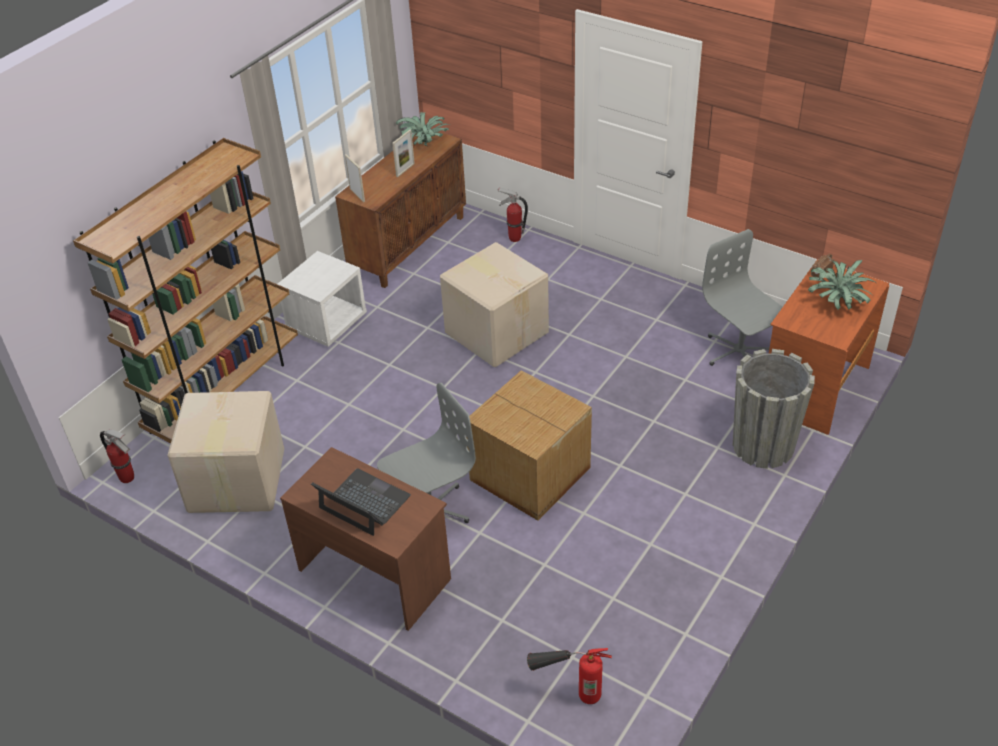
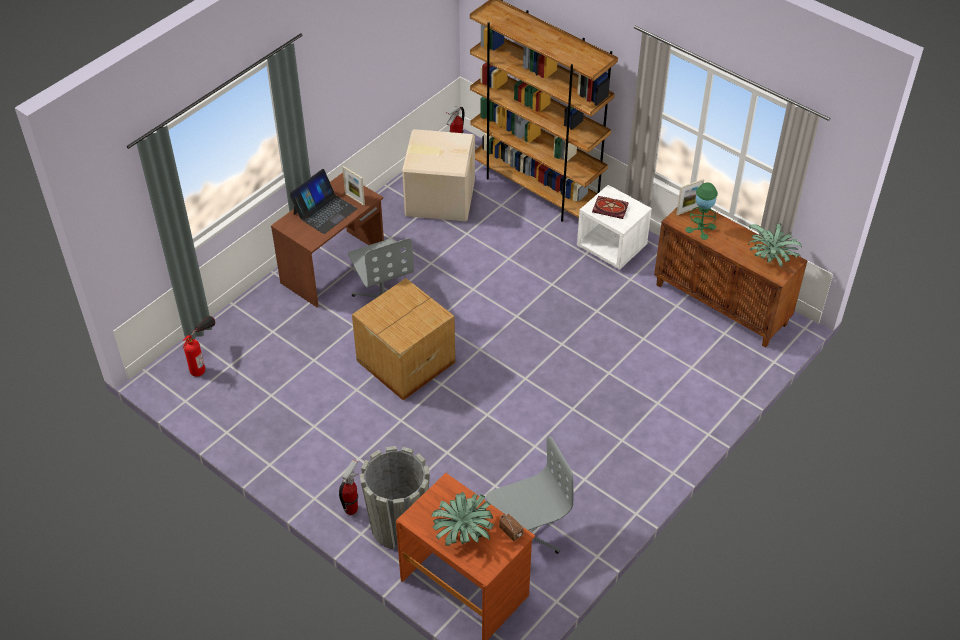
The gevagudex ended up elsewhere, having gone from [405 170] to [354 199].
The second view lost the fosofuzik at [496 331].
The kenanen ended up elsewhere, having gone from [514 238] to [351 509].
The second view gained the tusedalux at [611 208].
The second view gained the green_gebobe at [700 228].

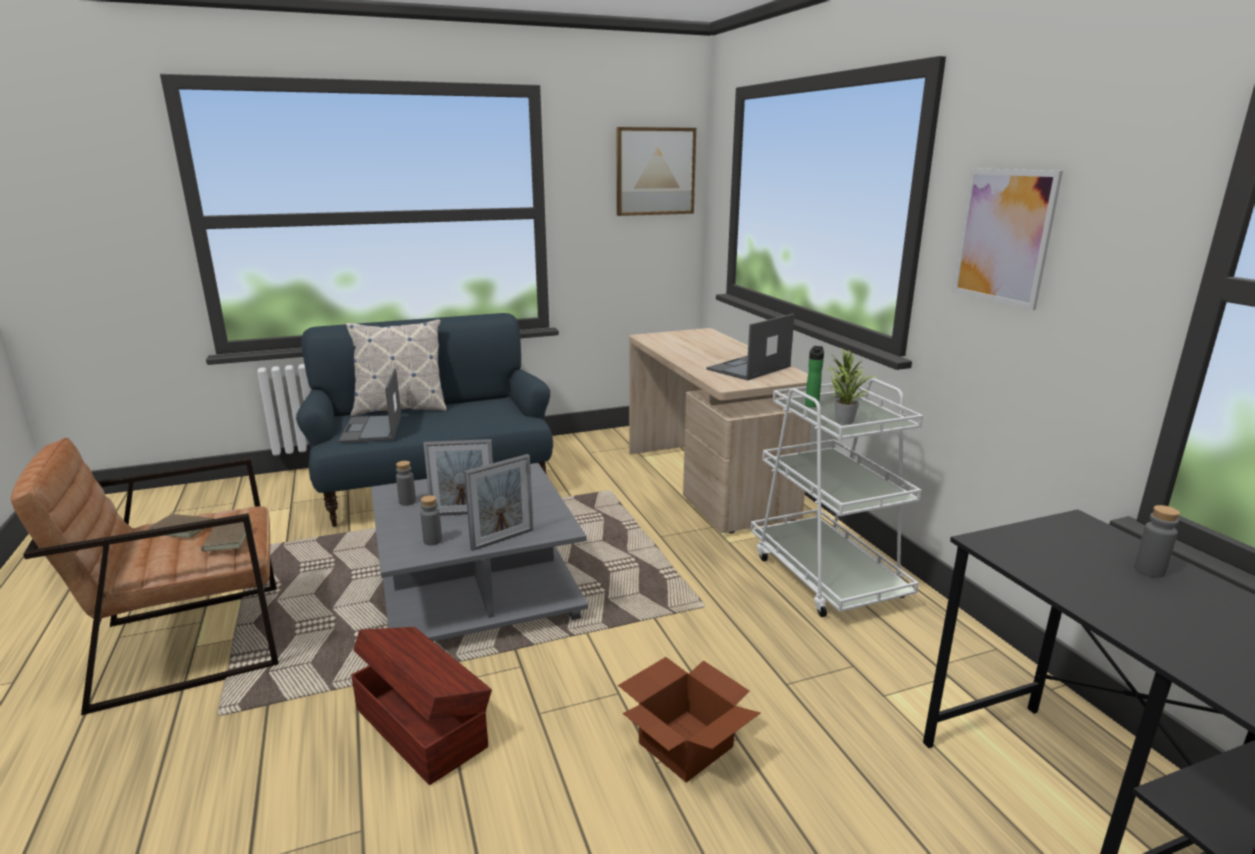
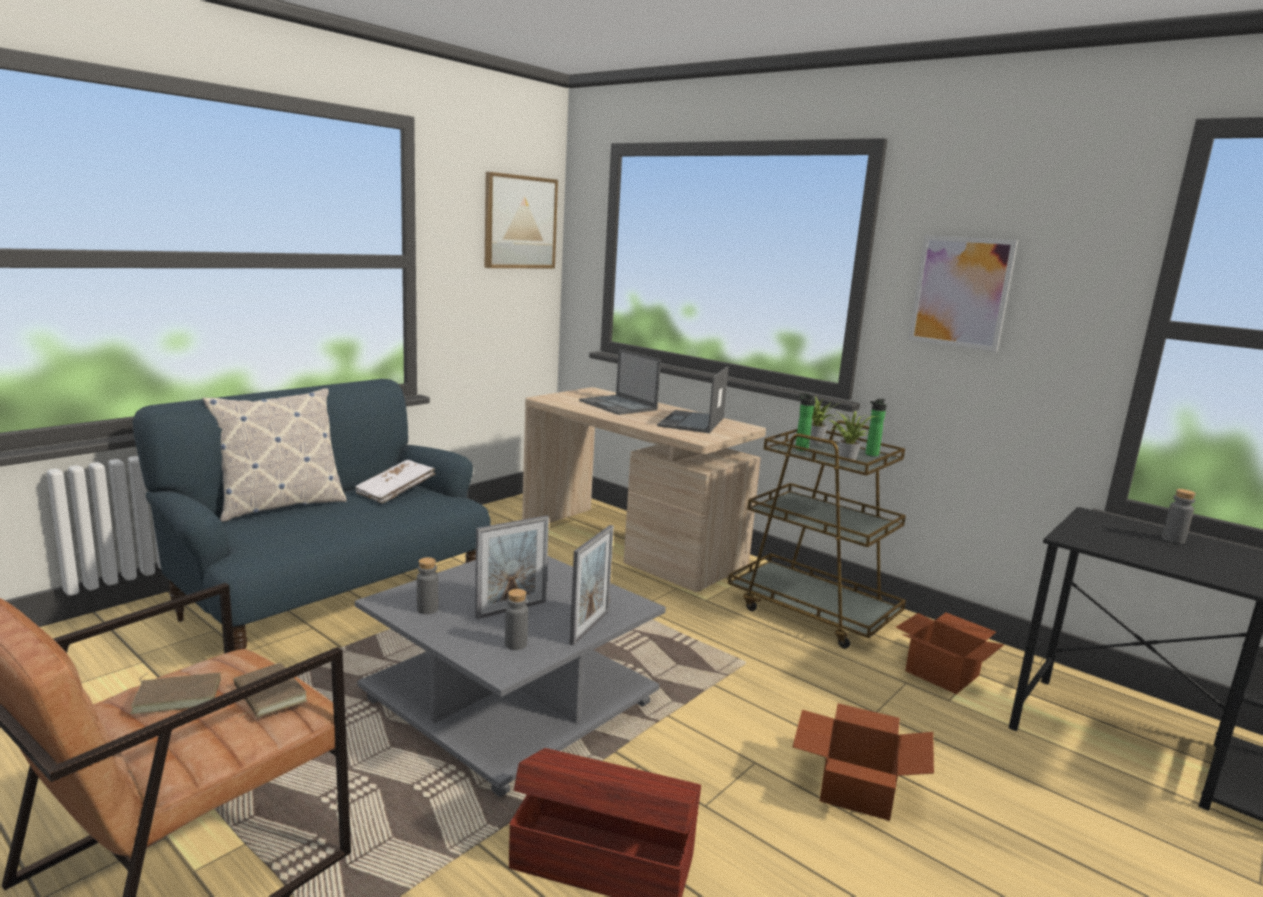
The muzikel ended up elsewhere, having gone from [372 429] to [618 405].
What was the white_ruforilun at [826 575] turned into the brown_ruforilun at [812 612].
The second view gained the white_tusedalux at [395 493].
The second view gained the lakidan at [870 455].
The second view gained the fosofuzik at [944 673].

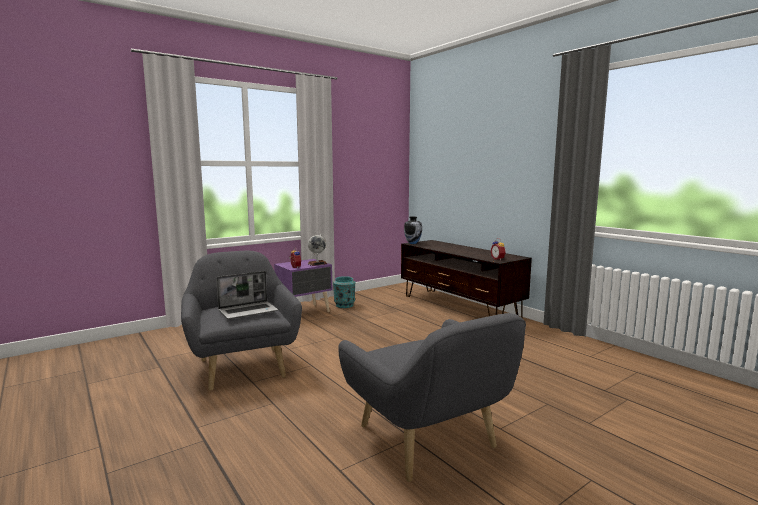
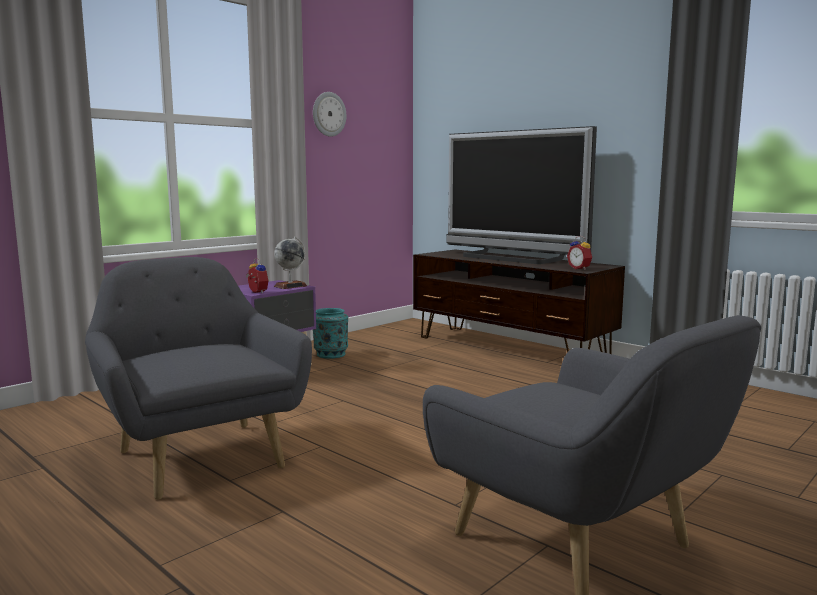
The second view lost the muzikel at [248 311].
The second view lost the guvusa at [413 243].
The second view gained the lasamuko at [328 114].
The second view gained the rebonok at [510 258].

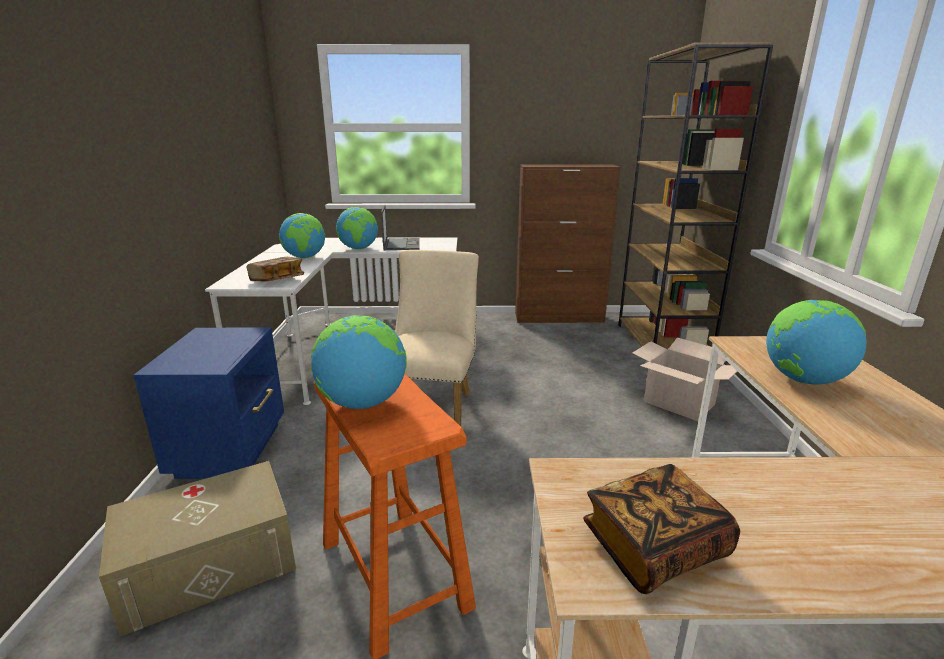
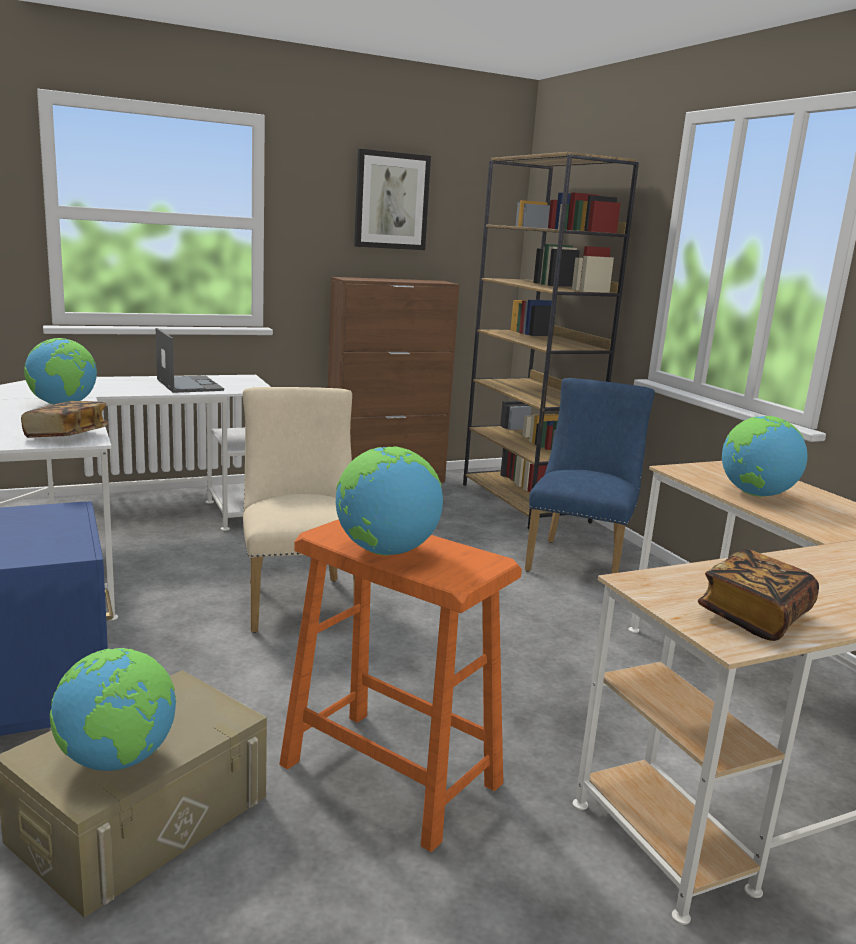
The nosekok ended up elsewhere, having gone from [359 249] to [118 760].
Where the fosofuzik stood at [679 403], the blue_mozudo came to stand at [579 560].
The second view gained the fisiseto at [391 201].

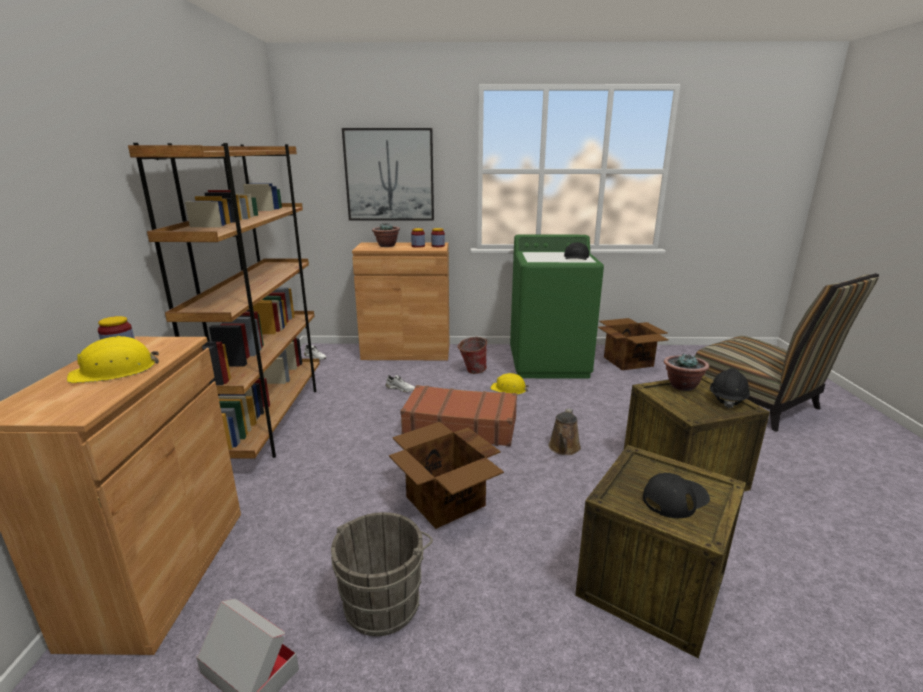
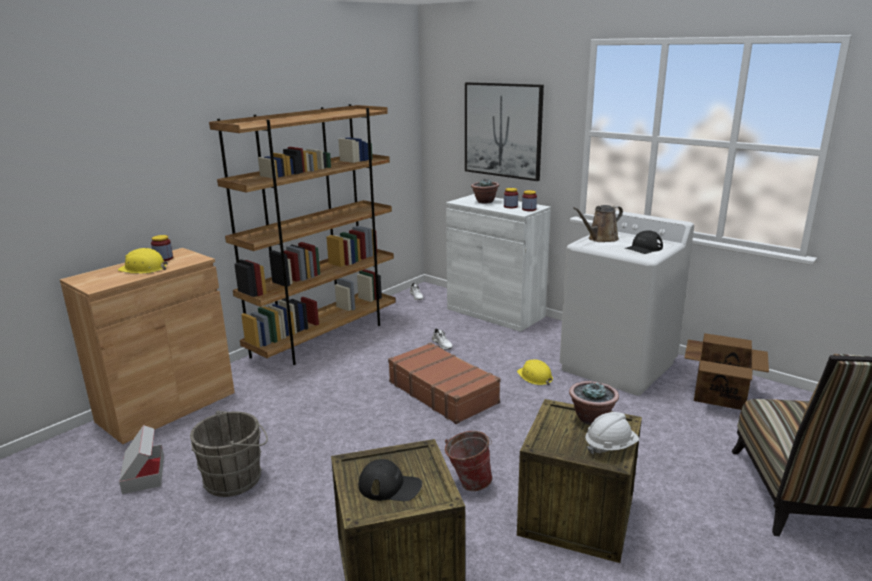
What was the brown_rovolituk at [406 352] turned into the white_rovolituk at [495 313].
The second view lost the fosofuzik at [445 502].
The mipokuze ended up elsewhere, having gone from [472 371] to [468 482].
What was the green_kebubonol at [549 363] turned into the white_kebubonol at [618 366].
The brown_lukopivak ended up elsewhere, having gone from [564 448] to [600 239].
What was the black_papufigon at [727 399] turned into the white_papufigon at [610 446].

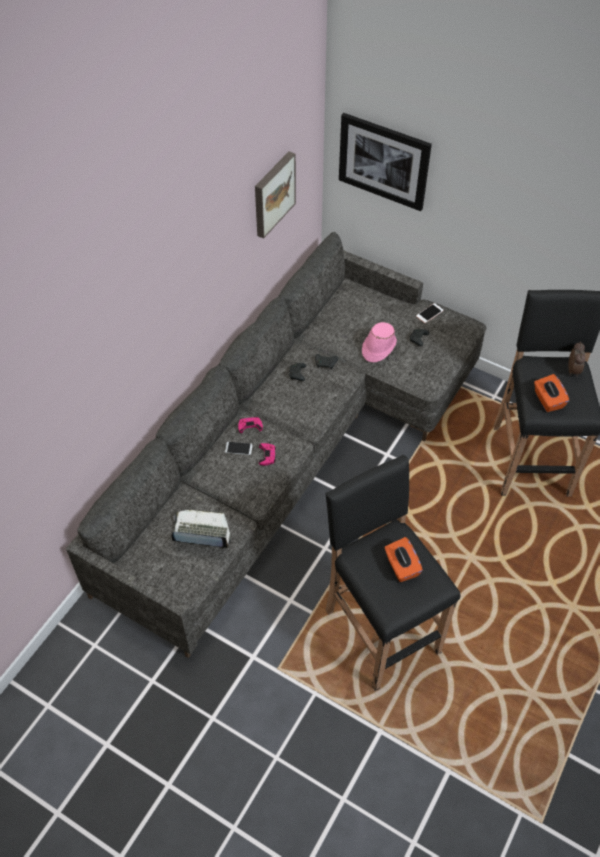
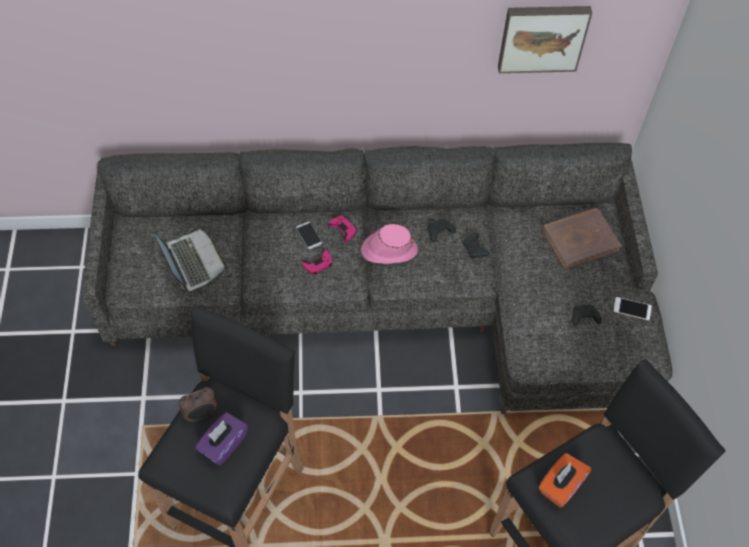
The second view lost the fisiseto at [384 161].
The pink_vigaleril ended up elsewhere, having gone from [378 347] to [388 250].
What was the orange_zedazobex at [401 566] turned into the purple_zedazobex at [223 444].
The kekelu ended up elsewhere, having gone from [573 370] to [201 414].
The second view gained the brown_tusedalux at [579 240].

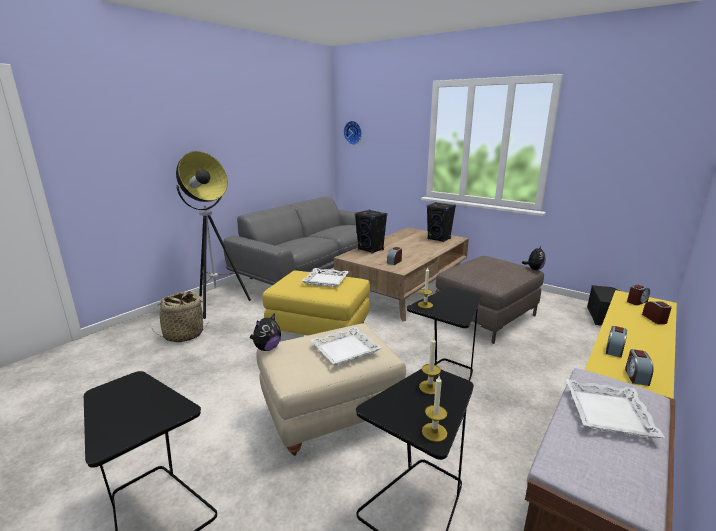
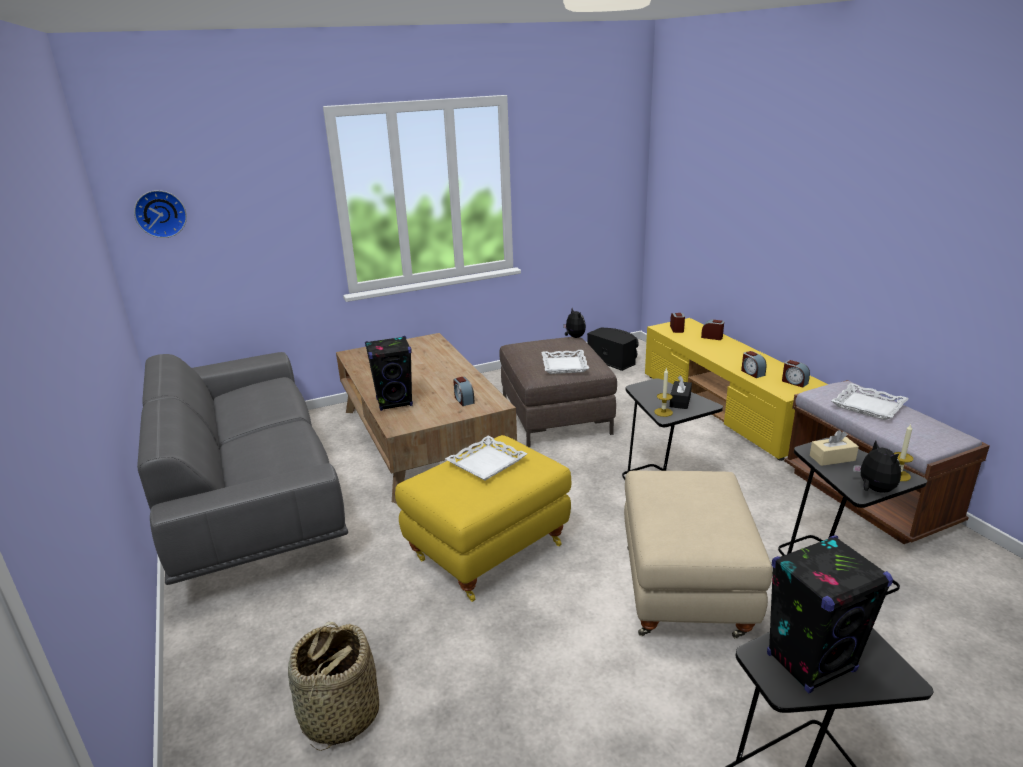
The second view lost the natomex at [217 304].
The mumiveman ended up elsewhere, having gone from [267 348] to [874 490].
The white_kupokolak ended up elsewhere, having gone from [345 350] to [565 365].
Where the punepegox stood at [429 387], the beige_zedazobex came to stand at [832 458].
The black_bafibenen ended up elsewhere, having gone from [439 239] to [811 662].
The second view gained the black_zedazobex at [680 401].

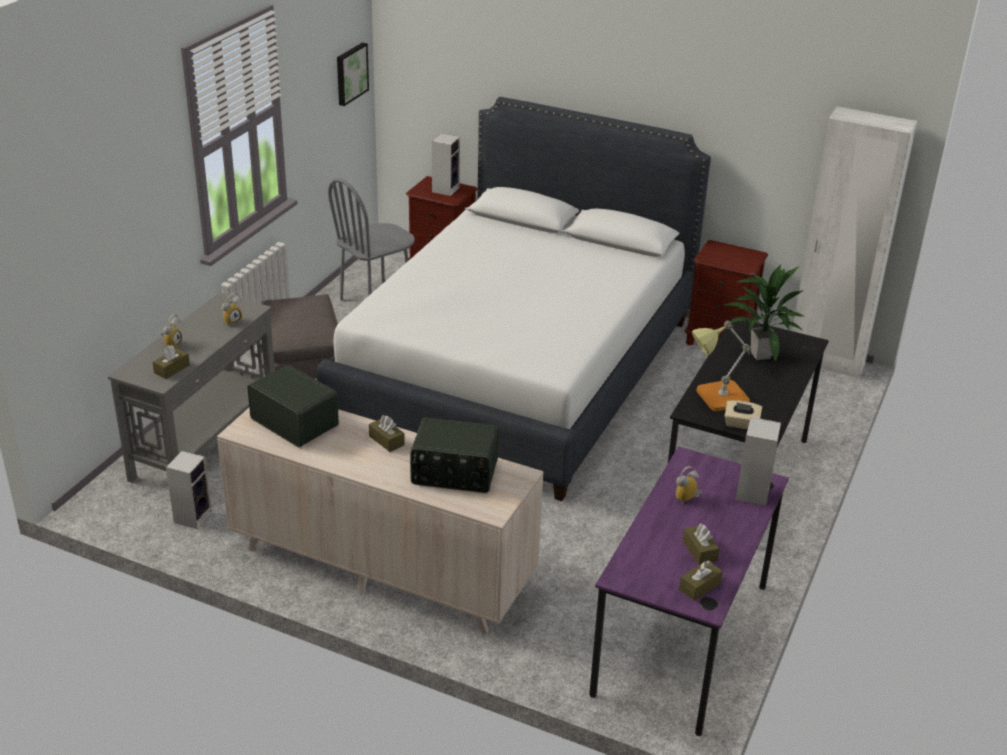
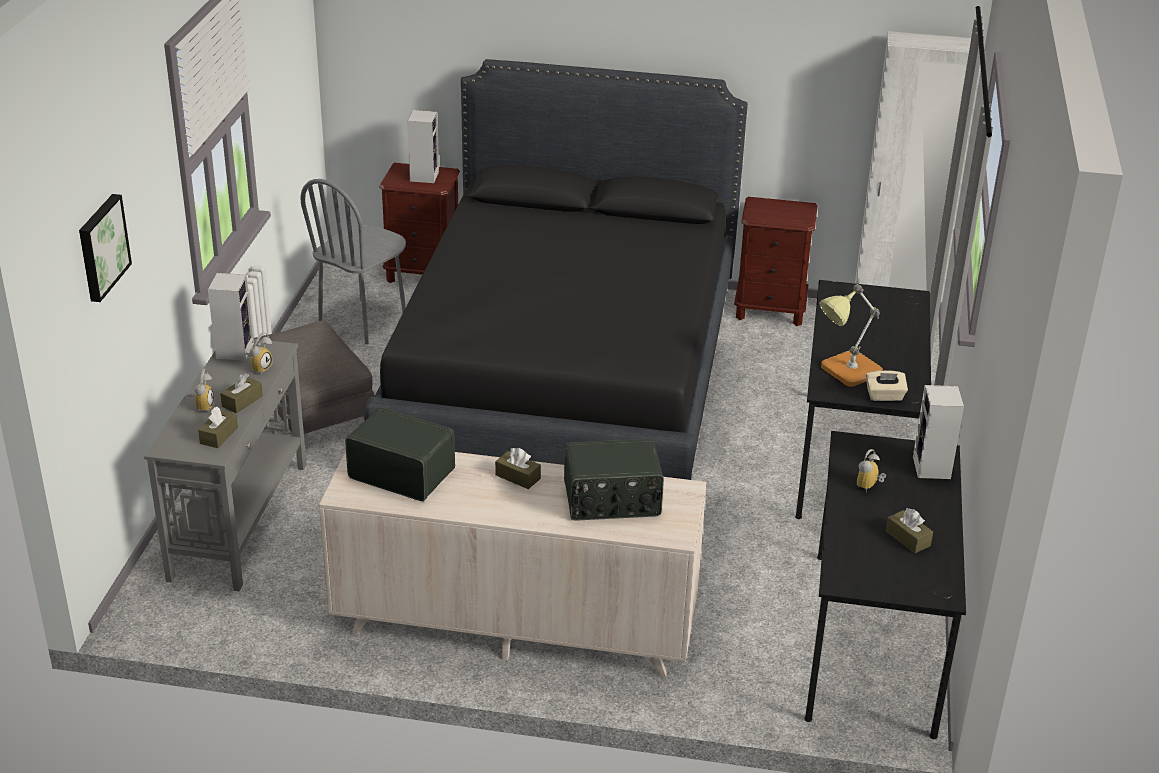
The bafibenen ended up elsewhere, having gone from [193 516] to [234 350].
What was the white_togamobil at [518 371] turned into the black_togamobil at [566 378].
The fisiseto ended up elsewhere, having gone from [350 73] to [101 247].
What was the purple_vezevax at [681 638] turned into the black_vezevax at [873 641].
The brown_zedazobex ended up elsewhere, having gone from [699 586] to [242 401].
The second view lost the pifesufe at [759 355].

